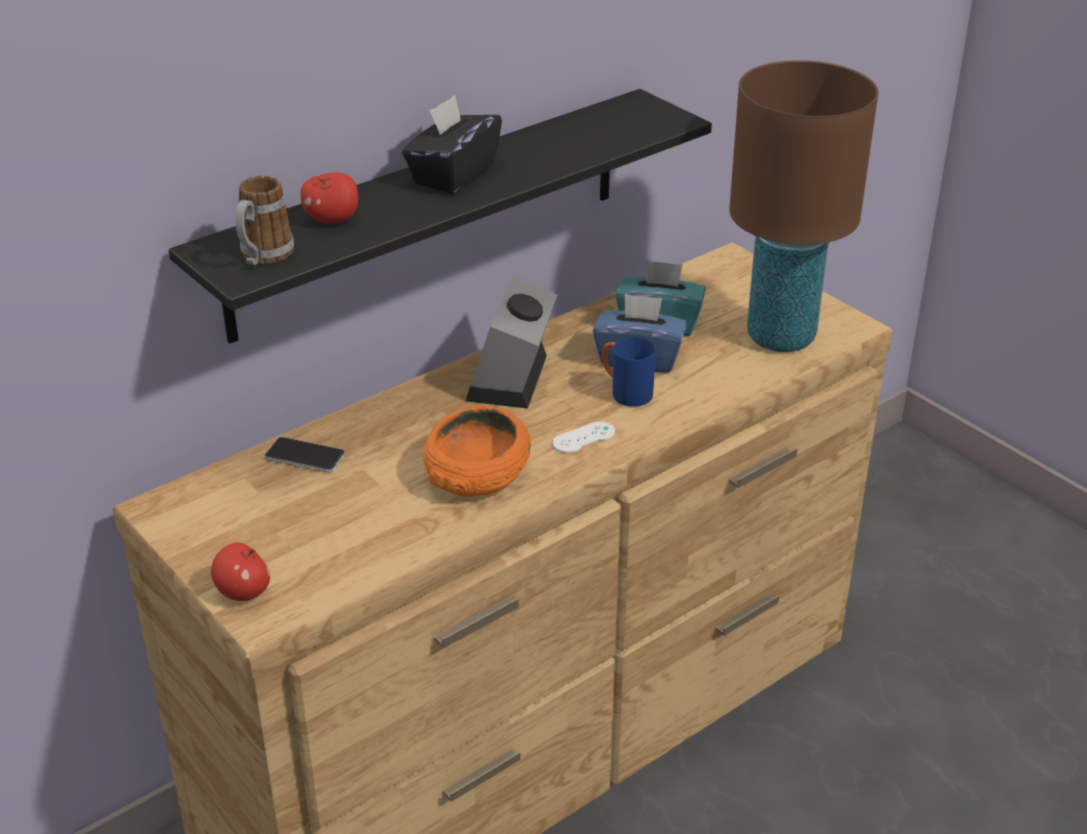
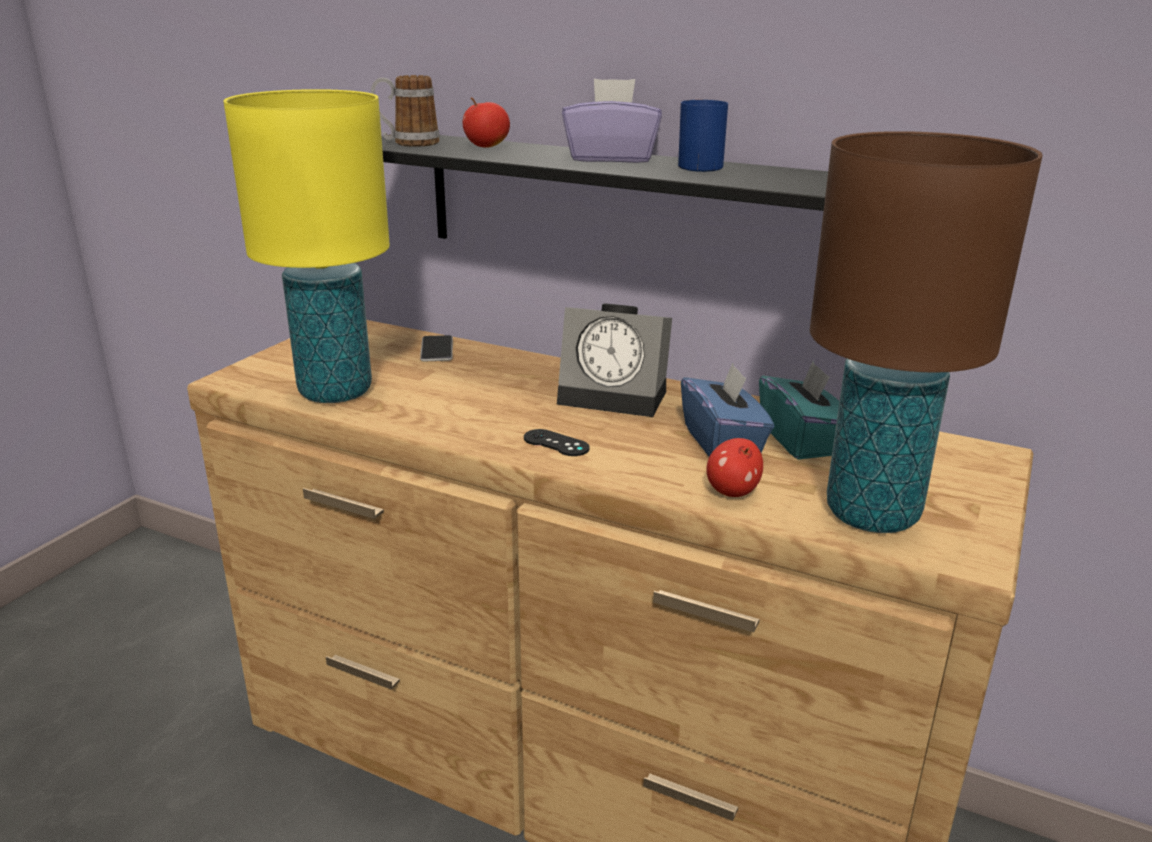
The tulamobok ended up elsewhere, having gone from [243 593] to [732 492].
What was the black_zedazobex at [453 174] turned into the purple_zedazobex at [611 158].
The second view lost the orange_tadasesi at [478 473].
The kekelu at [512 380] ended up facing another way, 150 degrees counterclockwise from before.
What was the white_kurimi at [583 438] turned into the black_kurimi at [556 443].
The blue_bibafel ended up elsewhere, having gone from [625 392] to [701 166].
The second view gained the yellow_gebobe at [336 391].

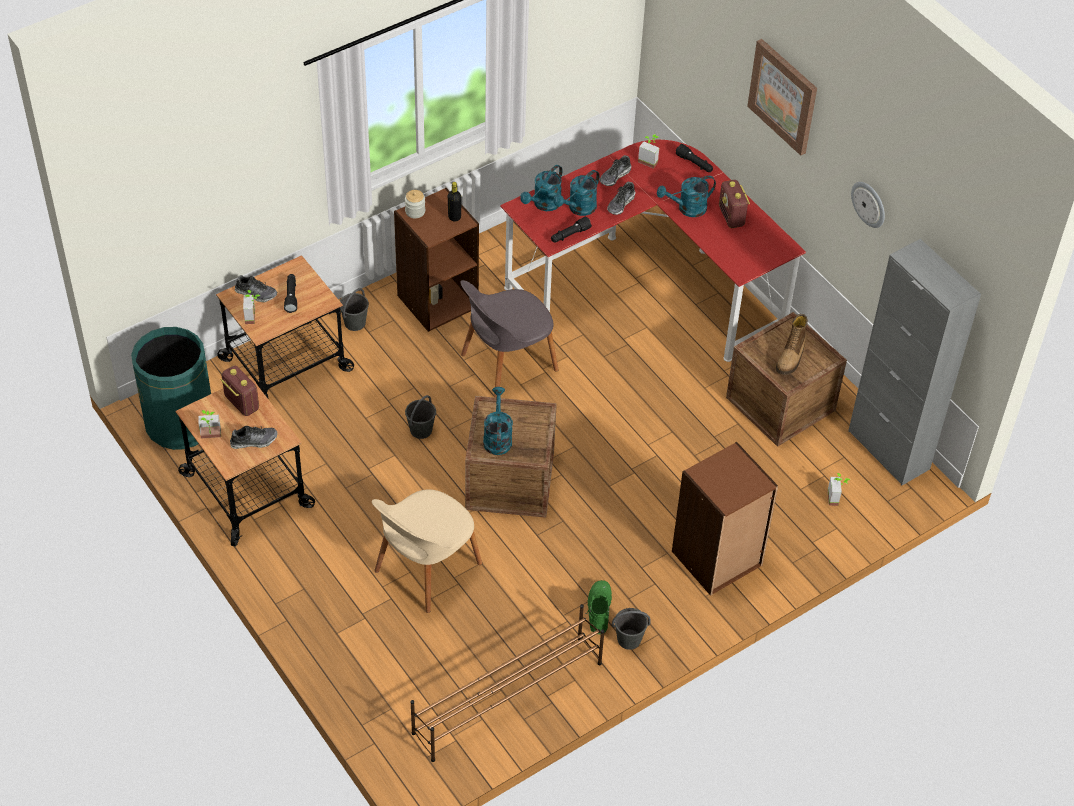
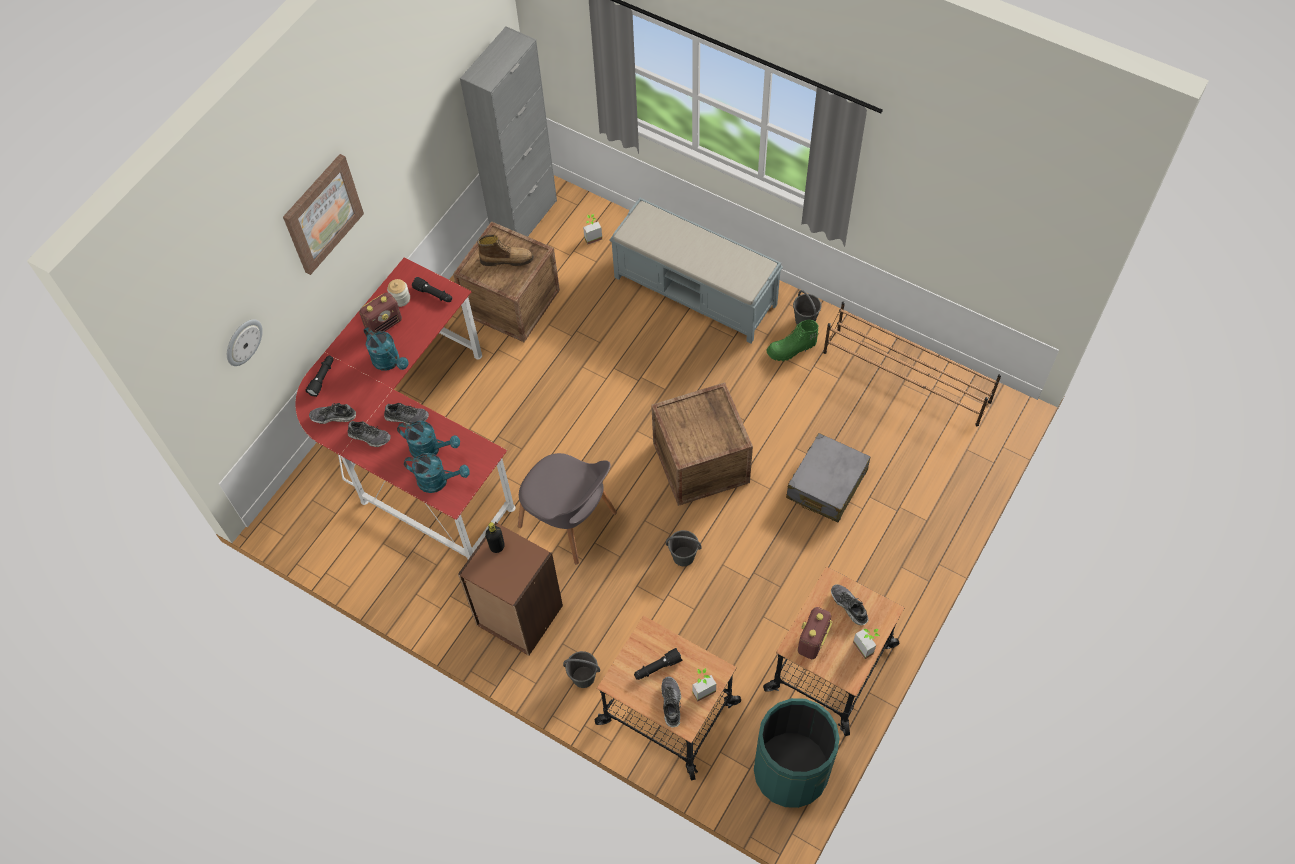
Where the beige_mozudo stood at [426 569], the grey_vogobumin came to stand at [826 484].
The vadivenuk ended up elsewhere, having gone from [415 211] to [400 299].
The second view lost the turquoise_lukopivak at [497 437].
The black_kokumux ended up elsewhere, having gone from [570 235] to [434 294].
Where the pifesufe stood at [649 160], the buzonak came to stand at [333 416].
Where the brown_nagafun stood at [717 559], the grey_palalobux came to stand at [696 291].
The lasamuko ended up elsewhere, having gone from [869 204] to [243 341].

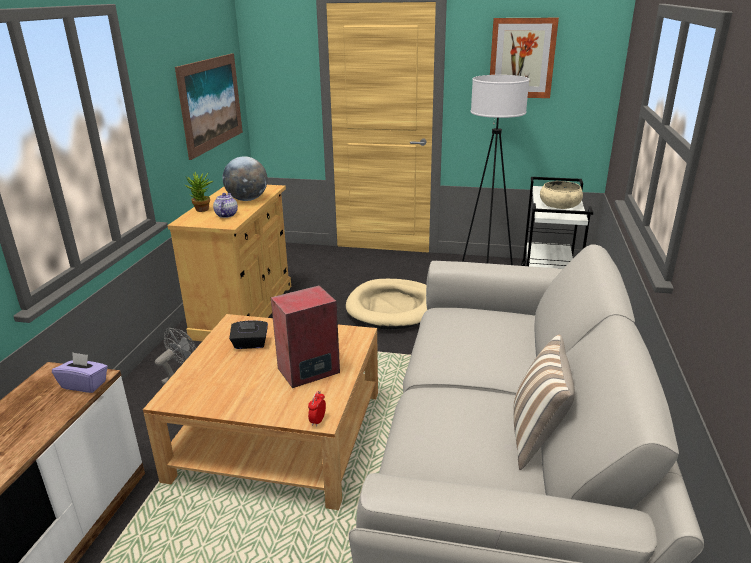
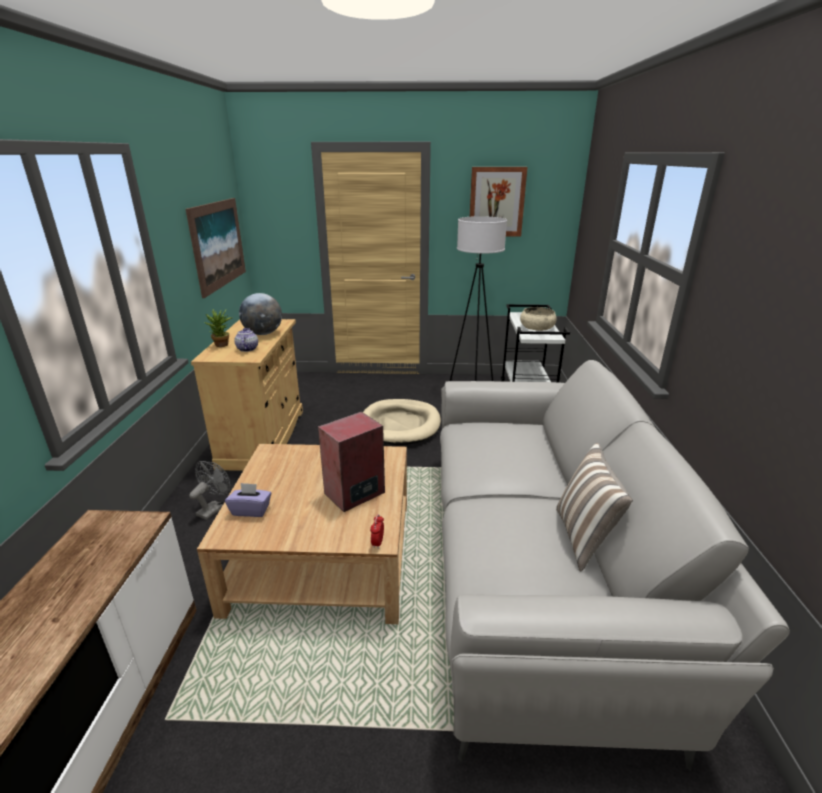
The purple_zedazobex ended up elsewhere, having gone from [84 384] to [251 510].
The second view lost the black_zedazobex at [250 344].

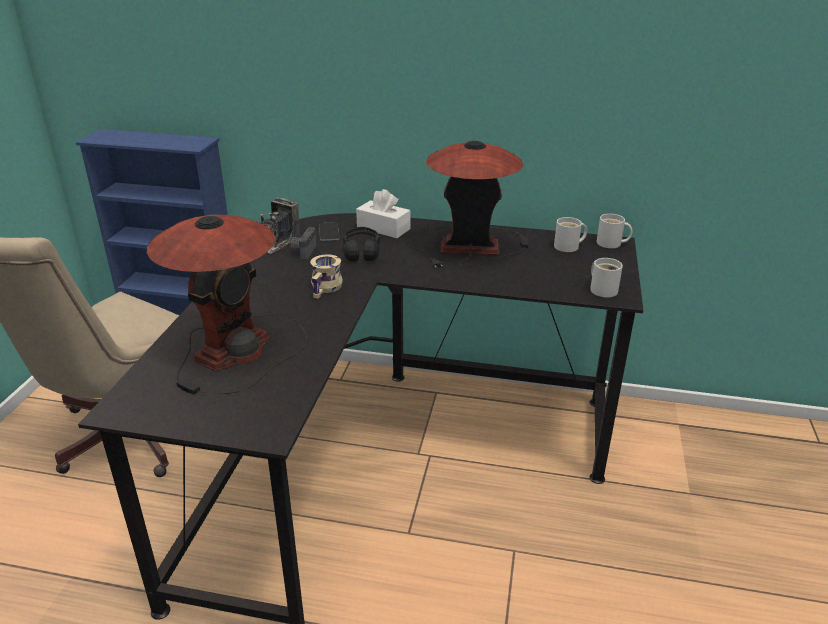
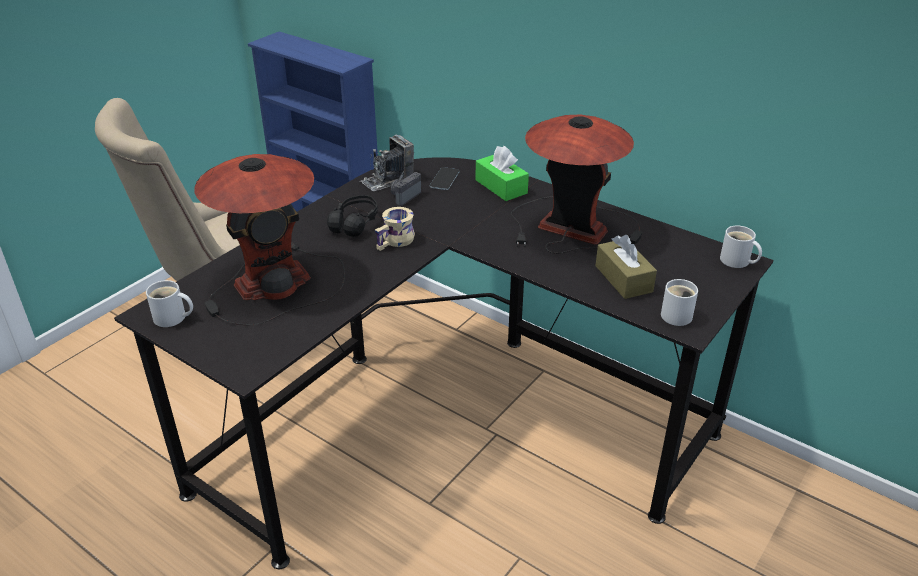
The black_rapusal ended up elsewhere, having gone from [361 252] to [355 223].
What was the white_zedazobex at [383 228] turned into the green_zedazobex at [501 186].
The white_bibafel ended up elsewhere, having gone from [569 247] to [172 318].
The second view gained the brown_zedazobex at [623 279].

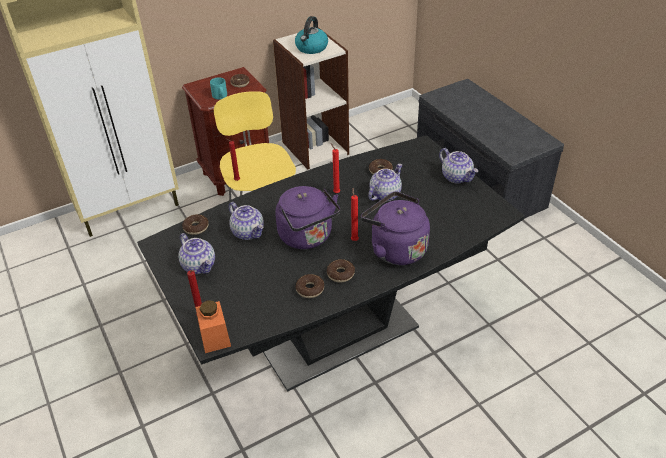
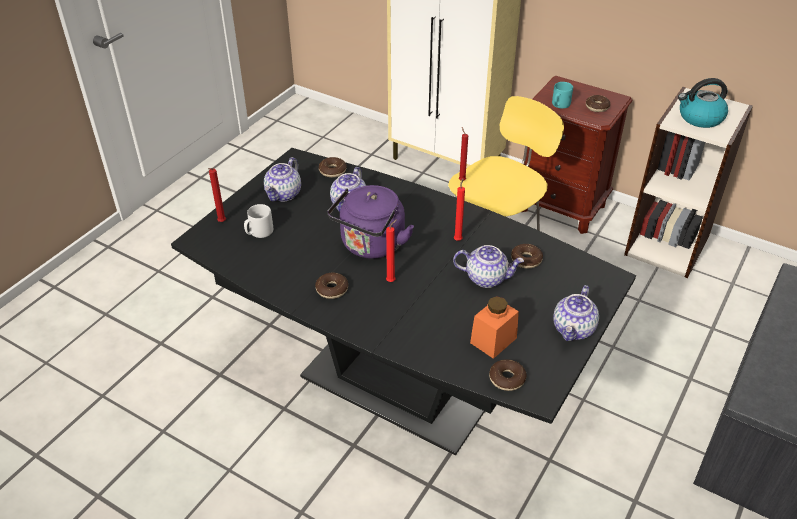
The orange_vadivenuk ended up elsewhere, having gone from [215 337] to [493 340].
The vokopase ended up elsewhere, having gone from [310 289] to [507 379].
The second view lost the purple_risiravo at [395 249].
The second view gained the grey_bibafel at [259 232].

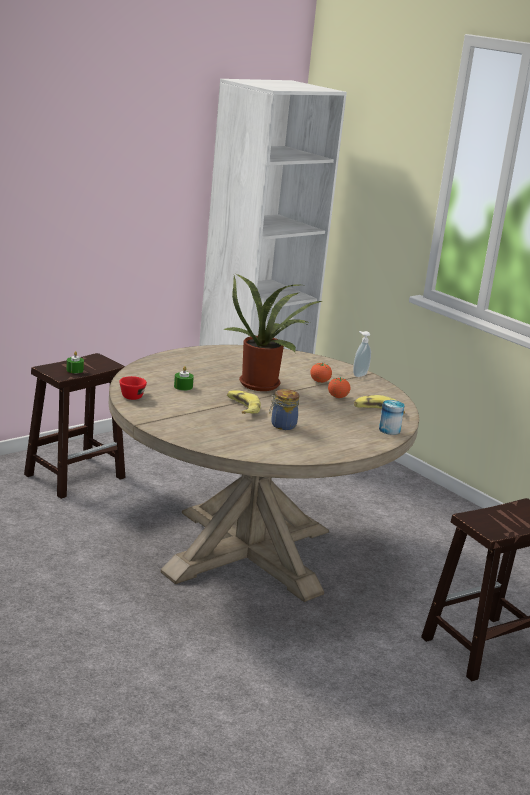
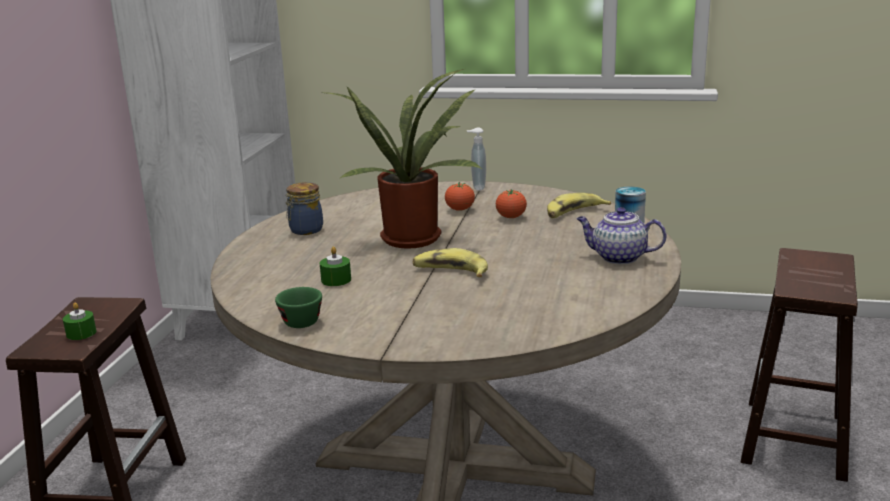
What was the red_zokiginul at [133 395] turned into the green_zokiginul at [299 320].
The vadivenuk ended up elsewhere, having gone from [282 425] to [305 230].
The second view gained the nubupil at [618 257].

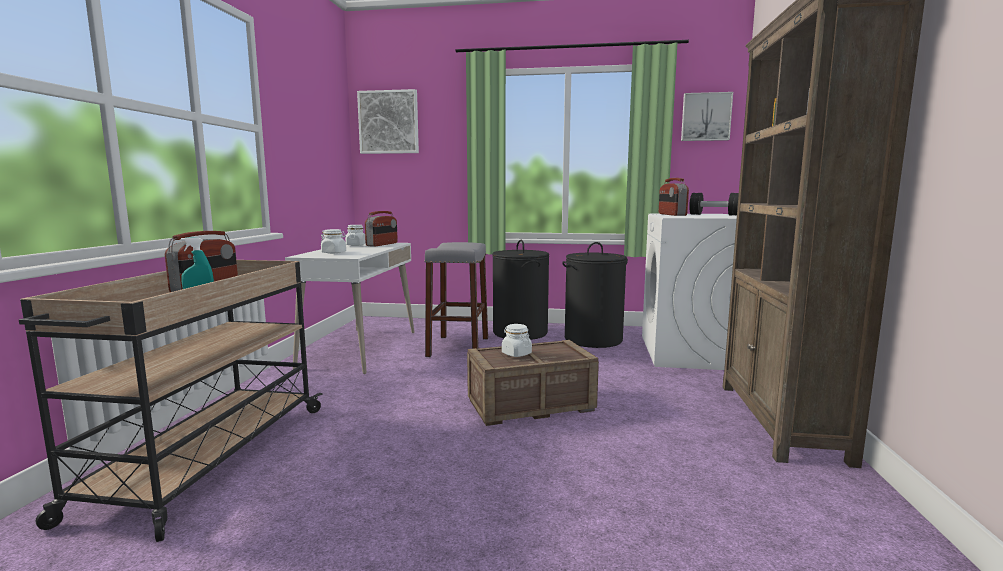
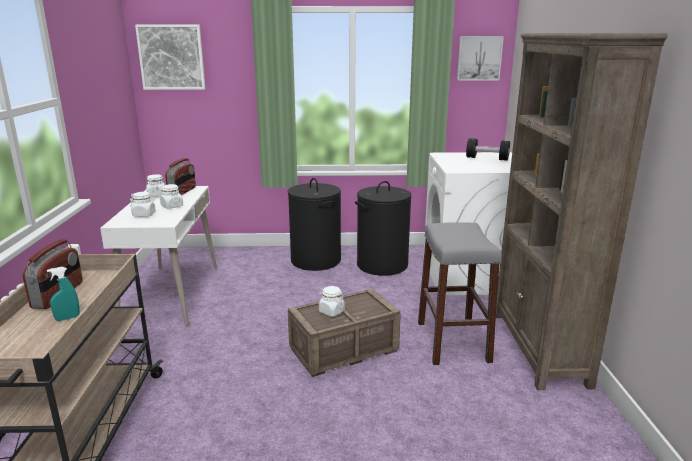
The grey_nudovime ended up elsewhere, having gone from [458 347] to [452 341].
The second view lost the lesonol at [671 214].
The second view gained the white_vadivenuk at [172 206].

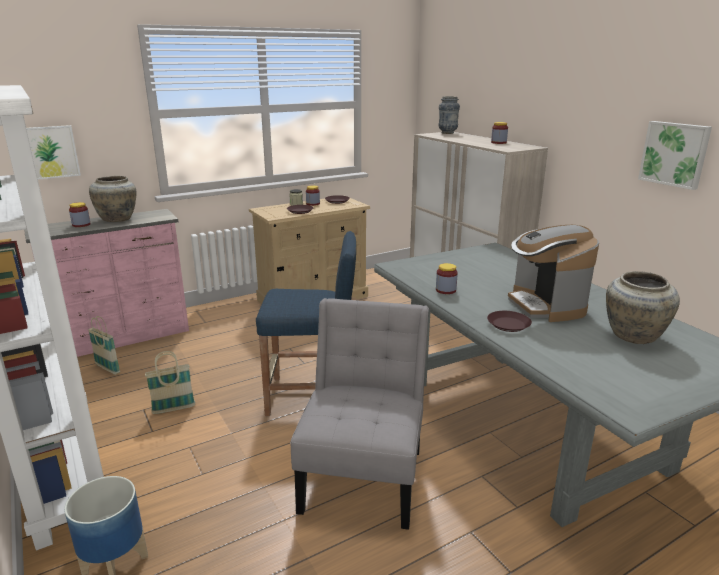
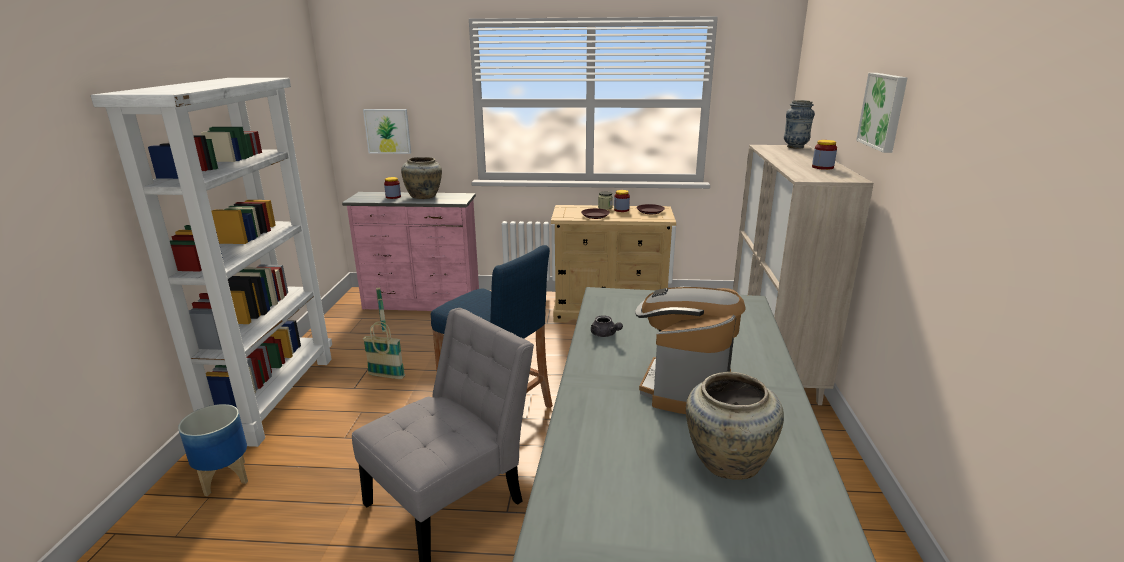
Where the vadivenuk stood at [445 290], the grey_nubupil came to stand at [605 334].
The second view lost the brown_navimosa at [508 324].
The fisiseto ended up elsewhere, having gone from [675 154] to [884 111].

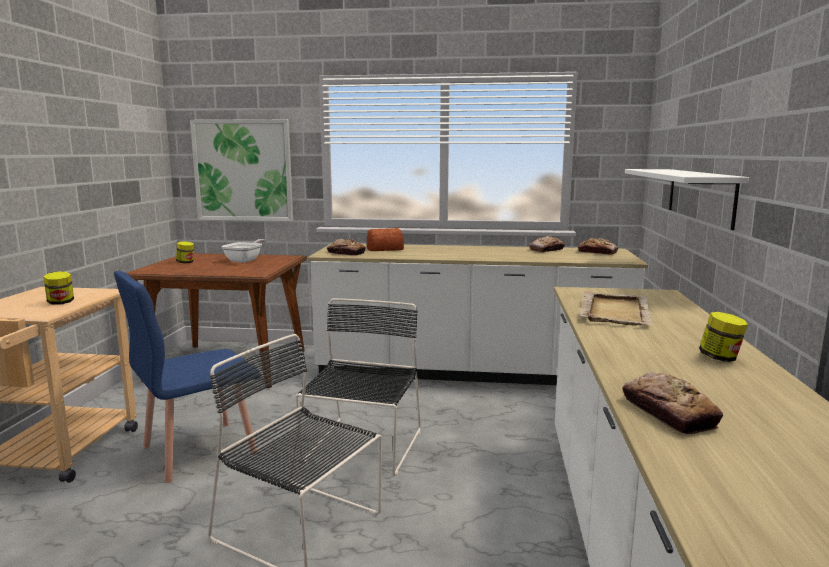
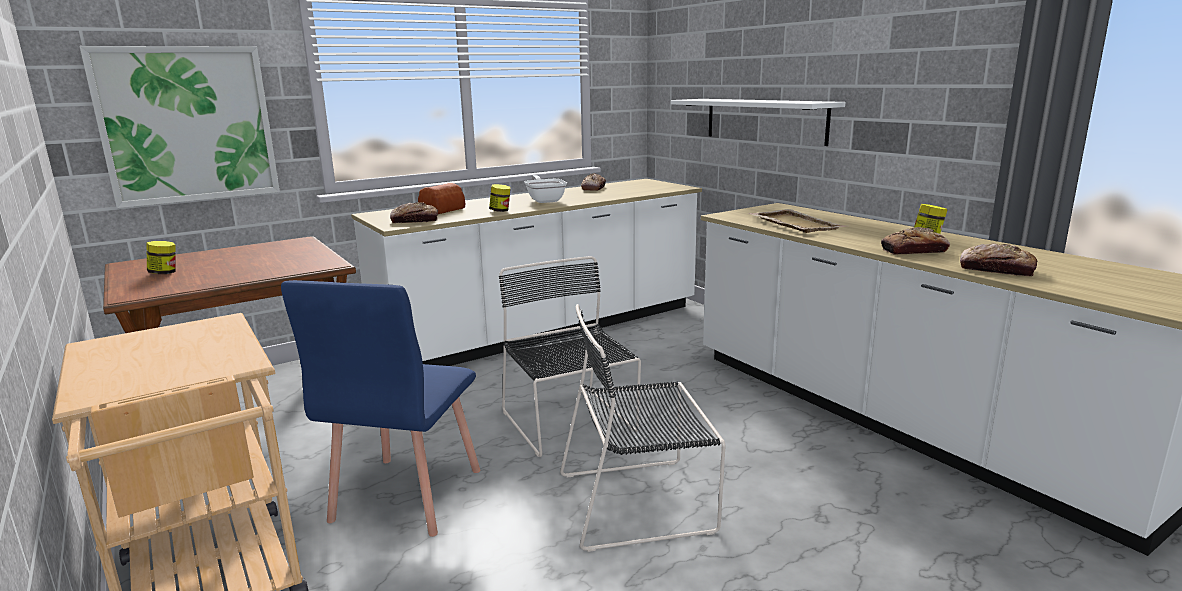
The vadivenuk ended up elsewhere, having gone from [61 303] to [500 211].
The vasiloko ended up elsewhere, having gone from [246 260] to [545 200].
The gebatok ended up elsewhere, having gone from [597 252] to [913 251].

